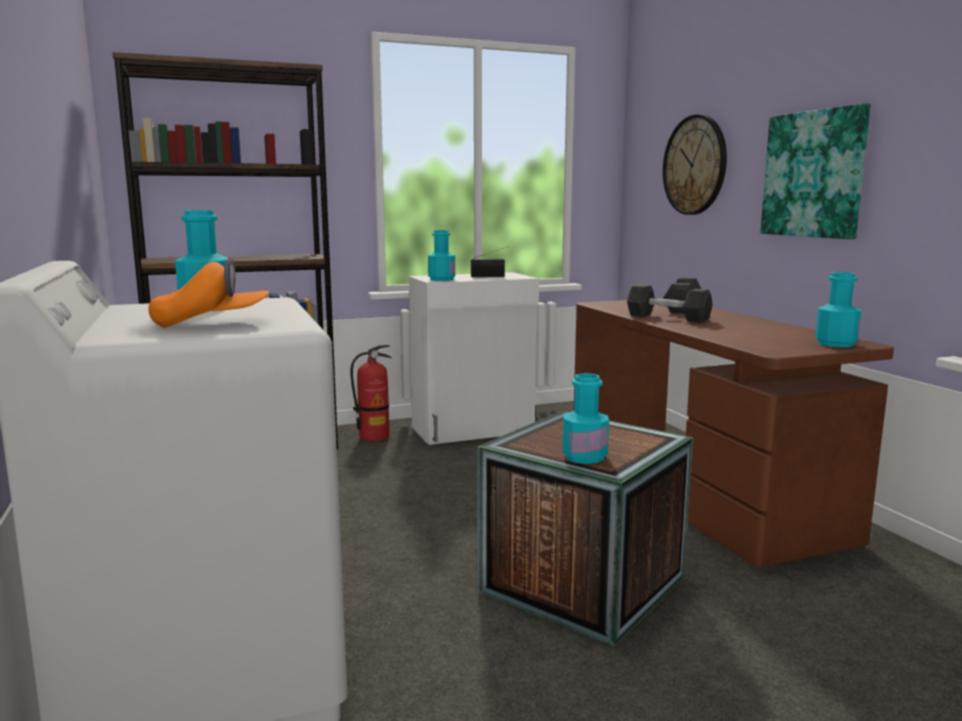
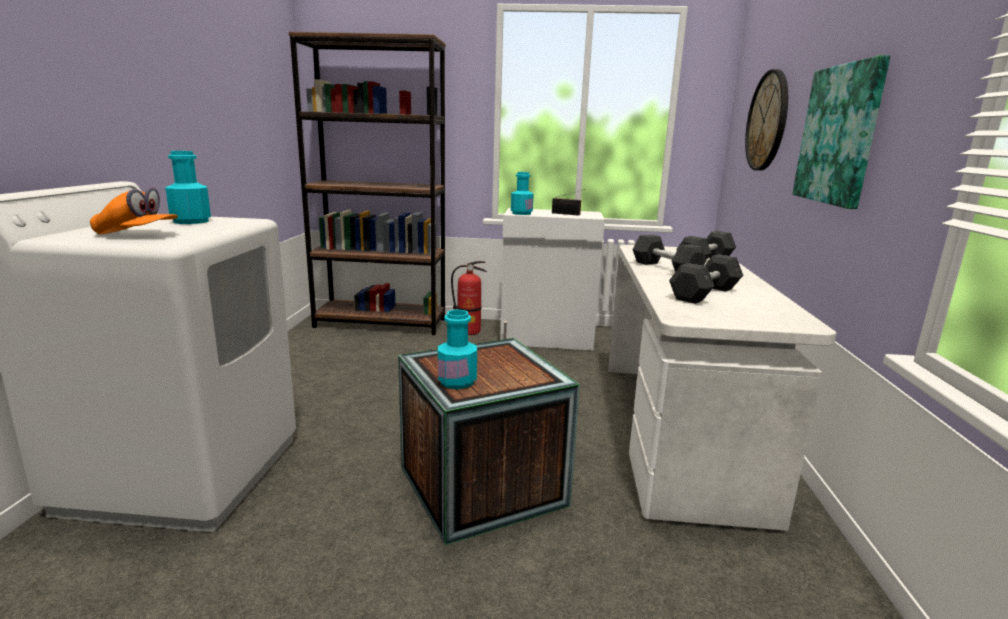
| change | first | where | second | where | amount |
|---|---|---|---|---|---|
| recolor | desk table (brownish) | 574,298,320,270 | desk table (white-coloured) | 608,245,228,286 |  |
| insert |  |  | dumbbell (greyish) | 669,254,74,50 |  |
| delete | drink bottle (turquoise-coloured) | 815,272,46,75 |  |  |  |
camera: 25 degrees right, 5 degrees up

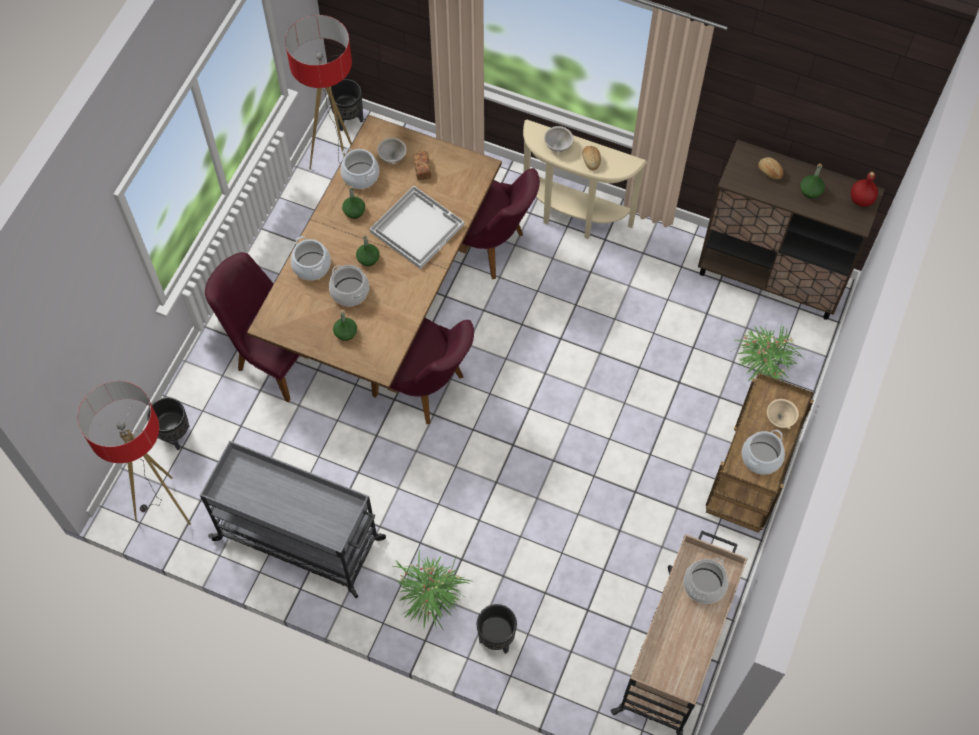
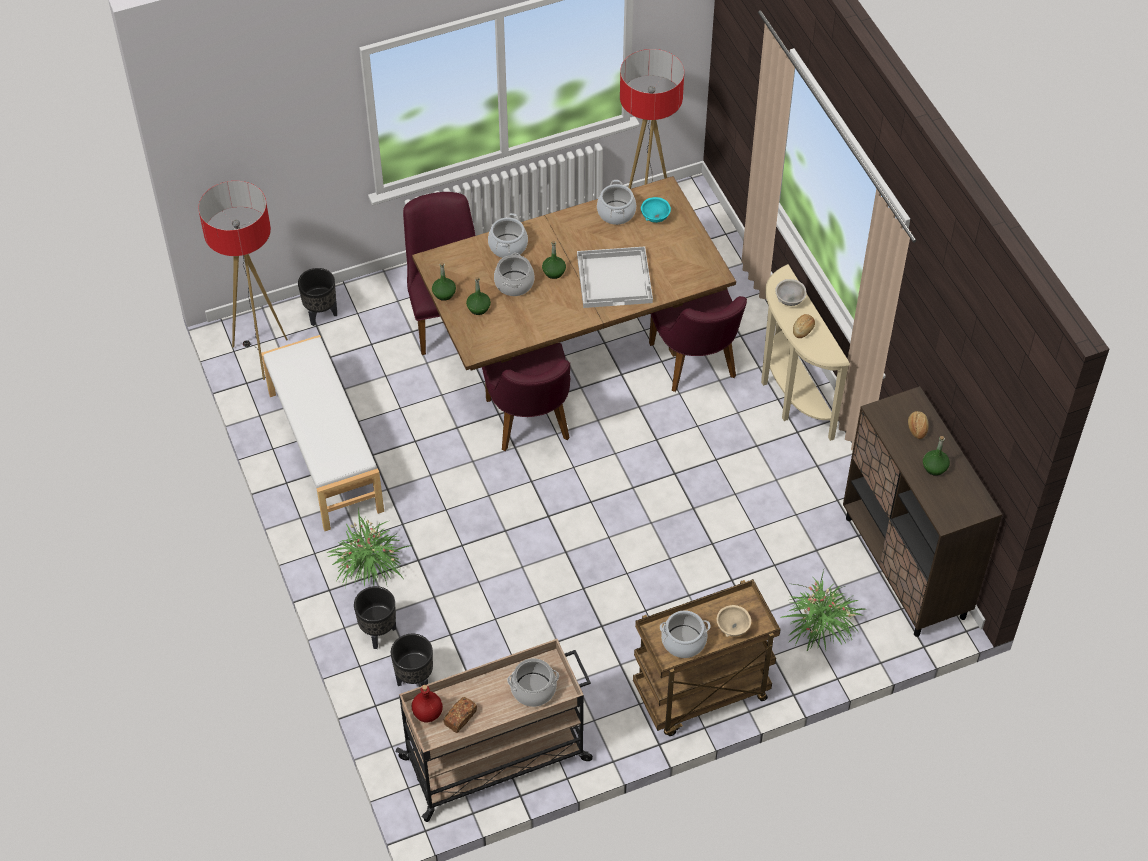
| change | first | where | second | where | amount |
|---|---|---|---|---|---|
| replace | trolley (greyish) | 200,441,186,157 | bench (white-coloured) | 261,335,123,196 |  |
| move | flower pot (black-coloured) | 329,79,34,52 |  | 391,634,42,52 |  |
| move | drink bottle (red-coloured) | 851,172,27,35 |  | 412,685,31,38 |  |
| move | drink bottle (greenish) | 342,186,23,33 |  | 432,262,24,39 |  |
| move | bakery bread | 413,151,18,29 |  | 443,697,34,36 |  |
| recolor | deep dish (greyish) | 377,138,30,26 | deep dish (turquoise-coloured) | 641,197,30,26 |  |
camera: 45 degrees right, 10 degrees down

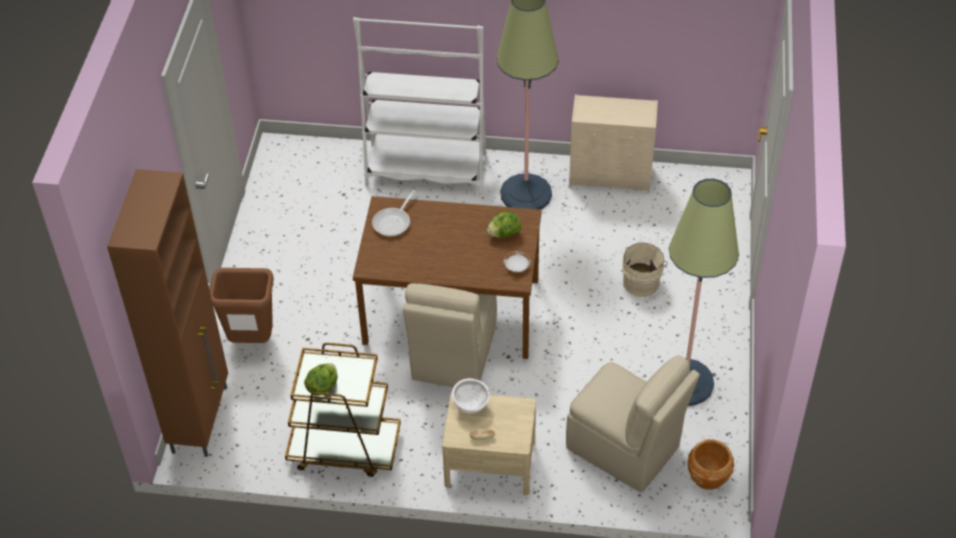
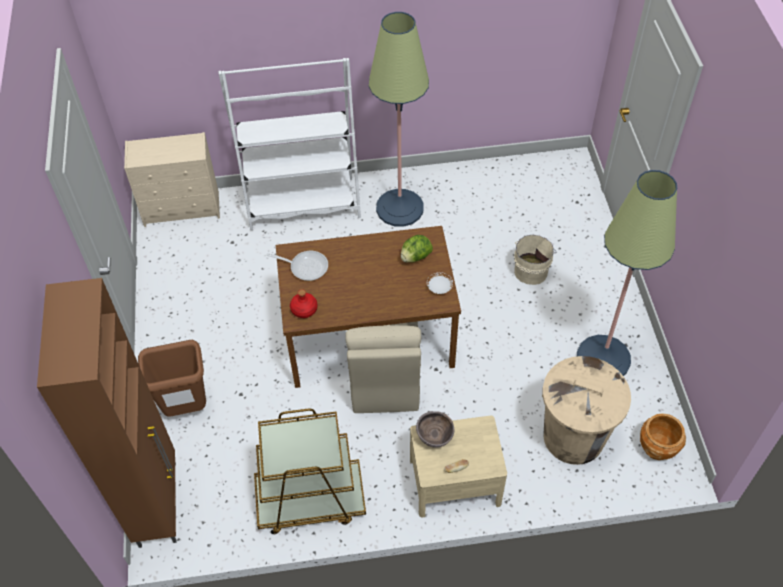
| change | first | where | second | where | amount |
|---|---|---|---|---|---|
| move | chest of drawers (beige-coloured) | 569,94,89,100 |  | 124,132,96,95 |  |
| rotate | frying pan | 372,190,44,47 |  | 266,251,62,30 | 90 degrees counterclockwise |
| insert |  |  | drink bottle (red-coloured) | 290,289,27,29 |  |
| recolor | deep dish (white-coloured) | 452,378,38,35 | deep dish (brownish) | 416,411,39,37 |  |
| replace | upright chair (beige-coloured) | 566,355,134,138 | trash can (beige-coloured) | 542,356,89,109 |  |
| delete | lettuce head | 304,363,34,33 |  |  |  |
camera: 15 degrees left, 5 degrees up

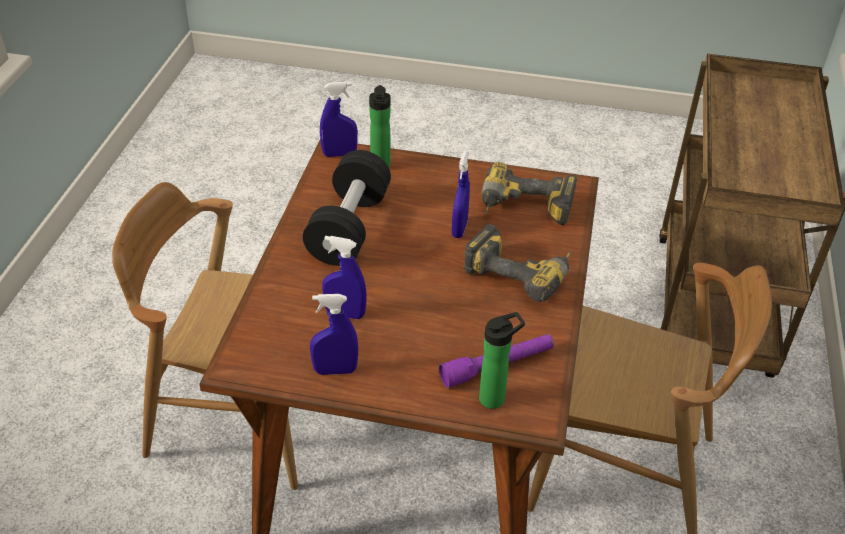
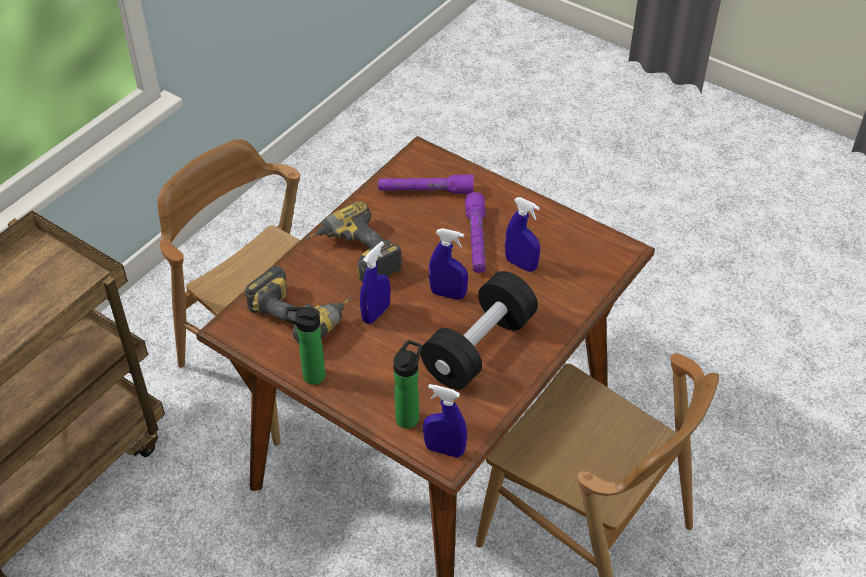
| change | first | where | second | where | amount |
|---|---|---|---|---|---|
| move | drink bottle | 479,312,46,97 |  | 285,307,41,78 |  |
| move | spray bottle (bluish) | 310,294,48,81 |  | 429,228,39,72 |  |
| insert |  |  | flashlight (purple-coloured) | 465,192,21,81 |  |
camera: 155 degrees left, 5 degrees up

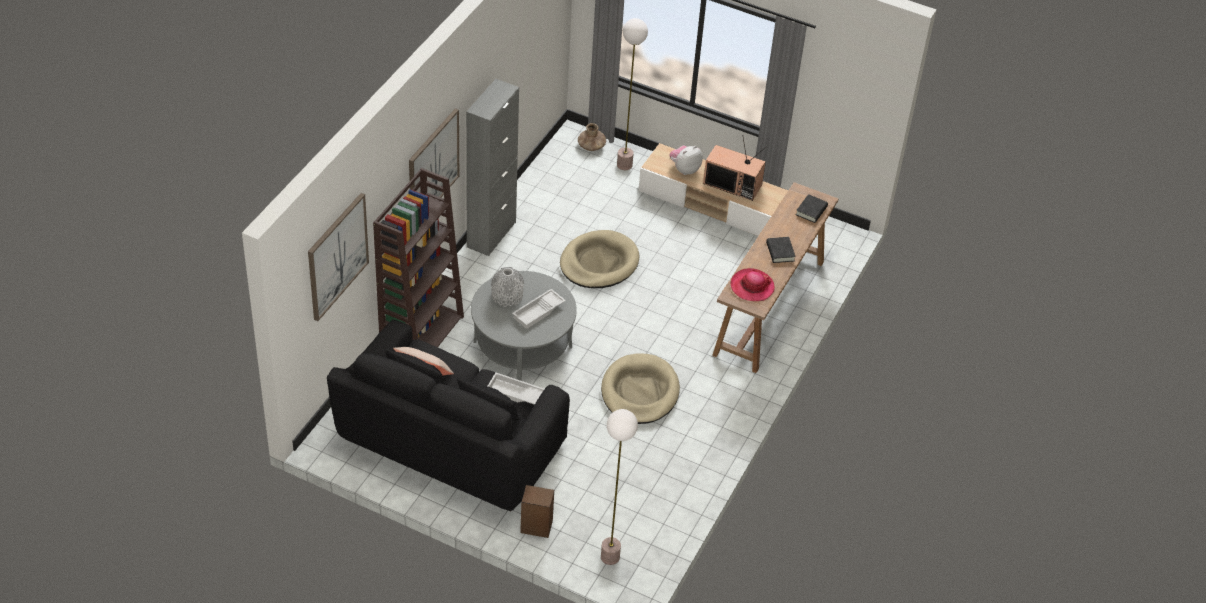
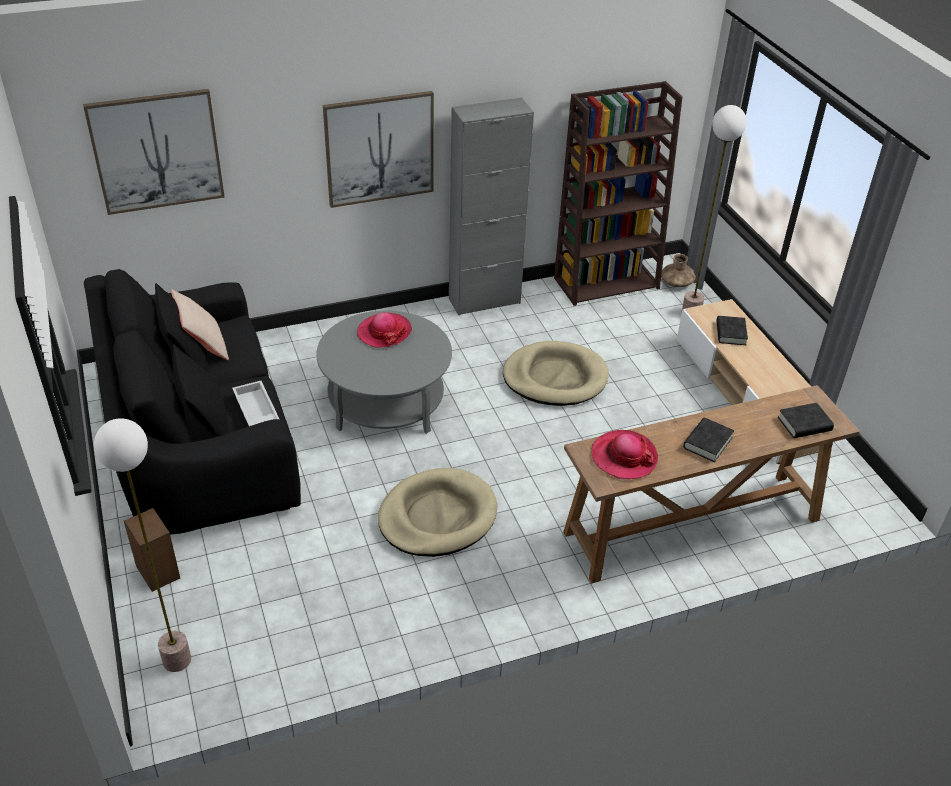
| change | first | where | second | where | amount |
|---|---|---|---|---|---|
| replace | decorative vase (greyish) | 491,267,33,40 | hat | 357,312,55,36 |  |
| move | shelving unit (brownish) | 373,168,91,179 |  | 554,81,129,225 |  |
| replace | plush toy | 669,145,34,30 | bound book (black-coloured) | 716,316,32,29 |  |
| delete | carrying tray (white-coloured) | 512,289,54,40 |  |  |  |
| delete | TV set | 703,135,64,66 |  |  |  |
camera: 45 degrees right, 5 degrees down

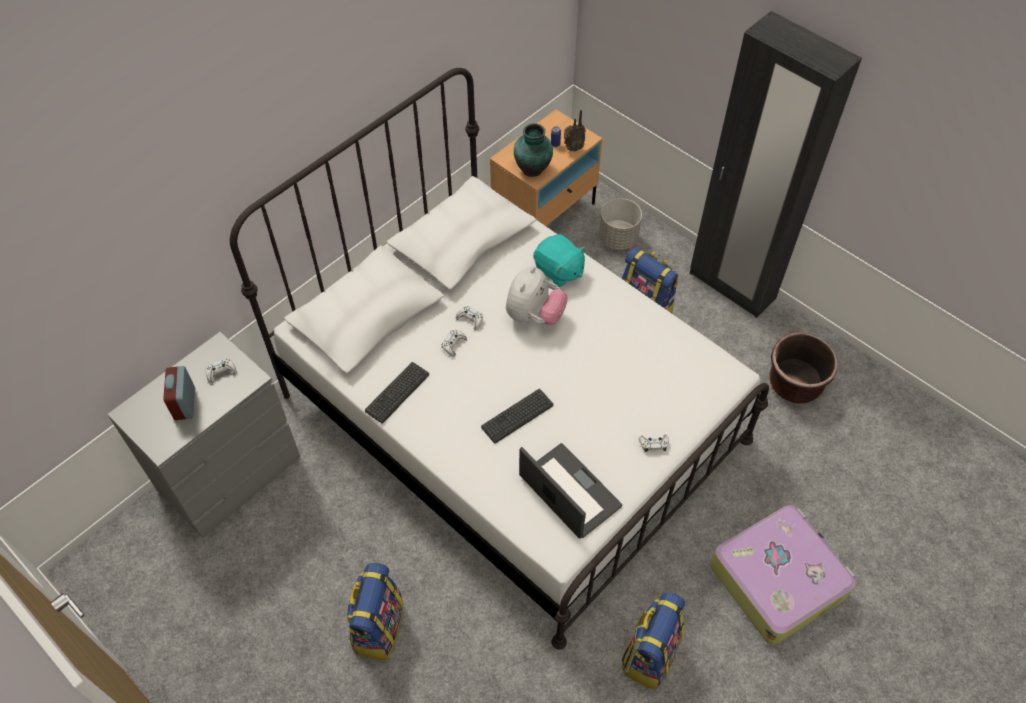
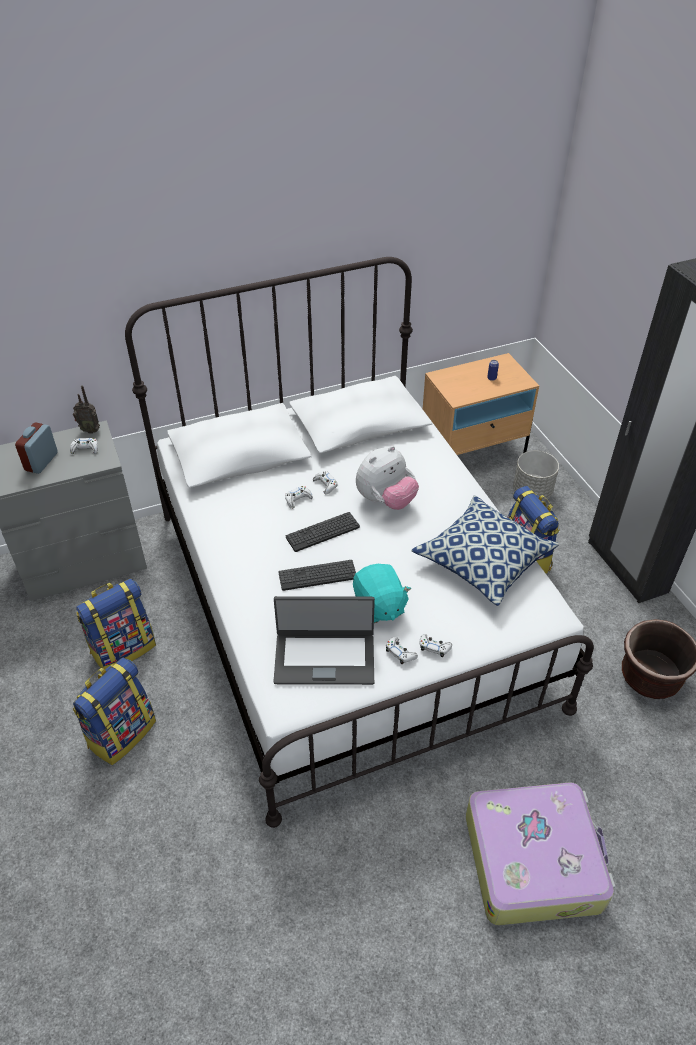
| change | first | where | second | where | amount |
|---|---|---|---|---|---|
| move | radio set | 564,110,22,42 |  | 73,385,27,49 |  |
| move | backpack | 622,592,63,98 |  | 76,578,80,91 |  |
| rotate | portable computer | 519,443,103,96 |  | 273,596,102,89 | 105 degrees clockwise |
| move | PC keyboard | 365,362,64,61 |  | 286,512,74,40 |  |
| move | plush toy (turquoise-coloured) | 533,234,53,53 |  | 353,564,58,59 |  |
| insert |  |  | game controller (white-coloured) | 386,637,32,27 |  |
| insert |  |  | throw pillow | 411,495,148,111 |  |
| delete | decorative vase | 514,123,39,54 |  |  |  |
camera: 25 degrees right, 10 degrees down

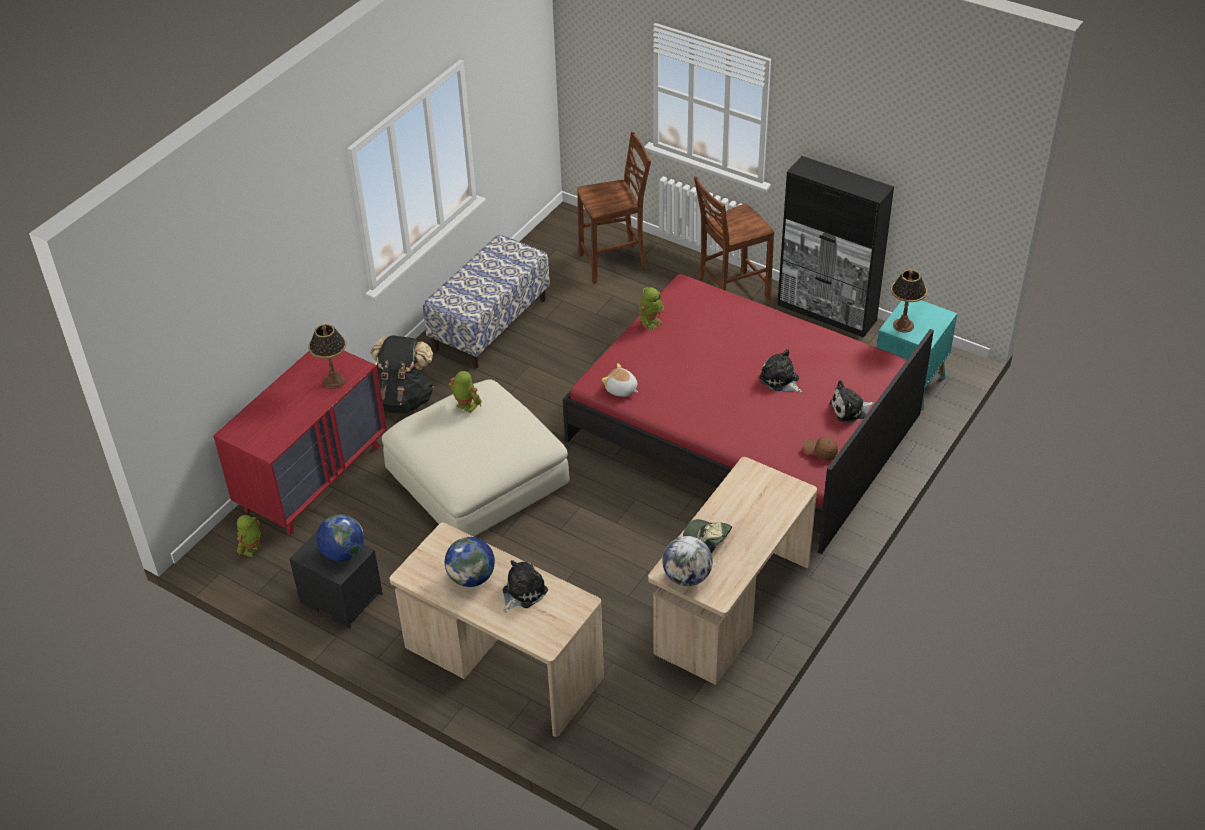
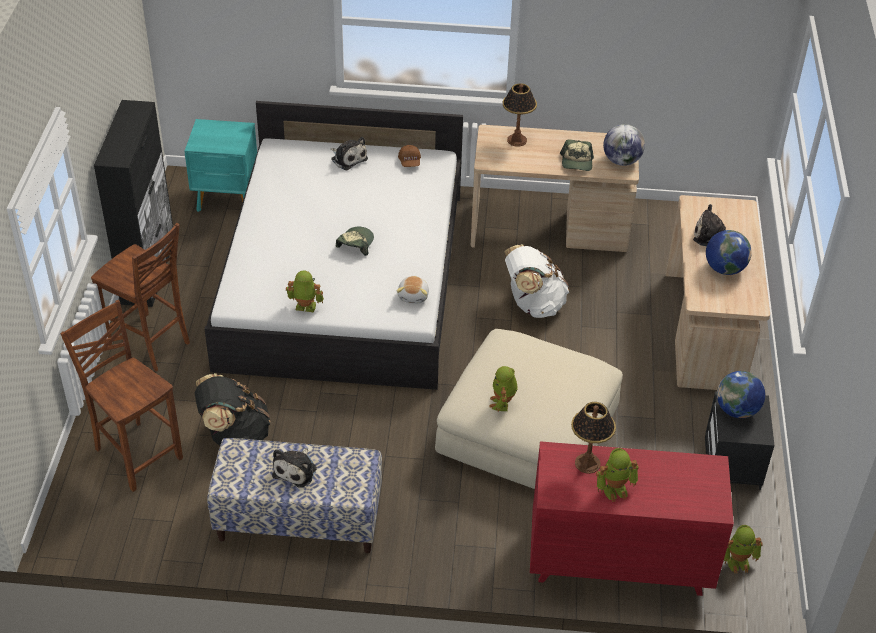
| change | first | where | second | where | amount |
|---|---|---|---|---|---|
| move | backpack (black-coloured) | 370,335,64,79 |  | 195,373,76,73 |  |
| recolor | bed (red-coloured) | 563,274,371,280 | bed (white-coloured) | 205,101,258,289 |  |
| move | plush toy | 759,349,43,44 |  | 272,448,45,40 |  |
| insert |  |  | baseball cap | 336,226,38,30 |  |
| move | table lamp | 891,270,36,62 |  | 503,83,34,64 |  |
| insert |  |  | backpack (white-coloured) | 504,244,65,74 |  |
| insert |  |  | robot figure | 596,448,43,54 |  |
camera: 120 degrees left, 0 degrees up

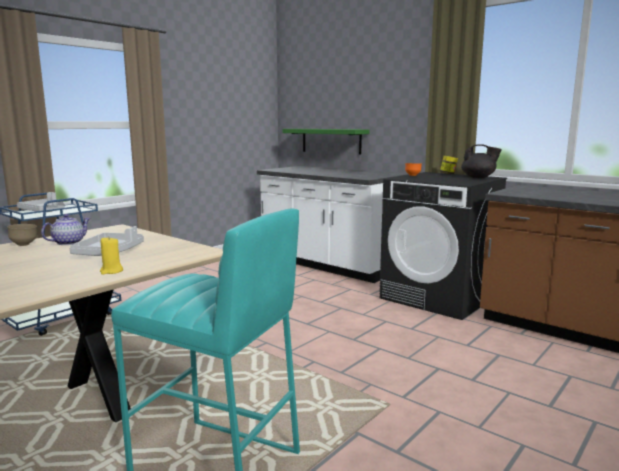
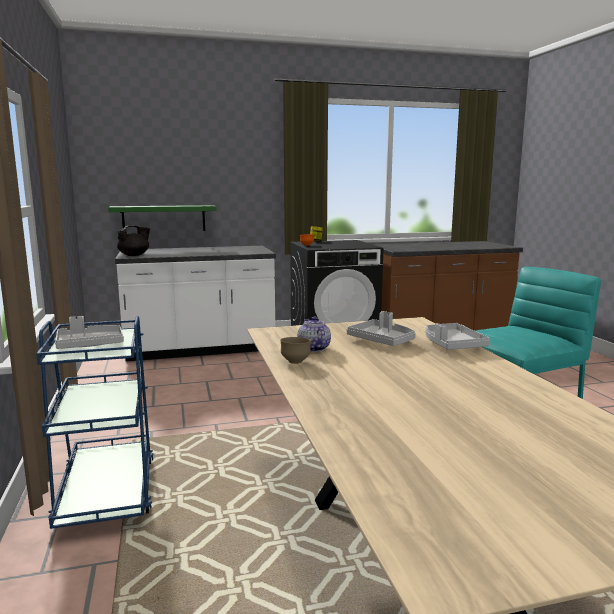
| change | first | where | second | where | amount |
|---|---|---|---|---|---|
| move | teapot (black-coloured) | 461,144,41,34 |  | 117,225,33,31 |  |
| replace | wax candle (yellow) | 100,236,23,39 | carrying tray (greyish) | 426,323,64,27 |  |
camera: 55 degrees left, 0 degrees up

